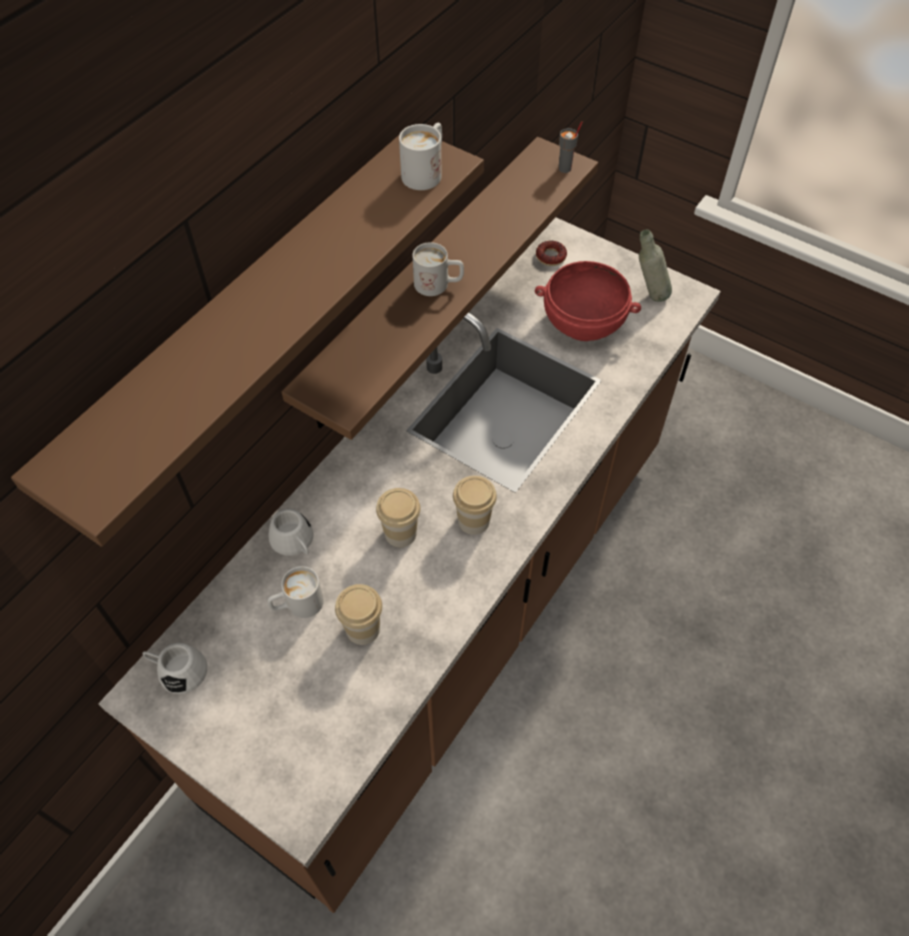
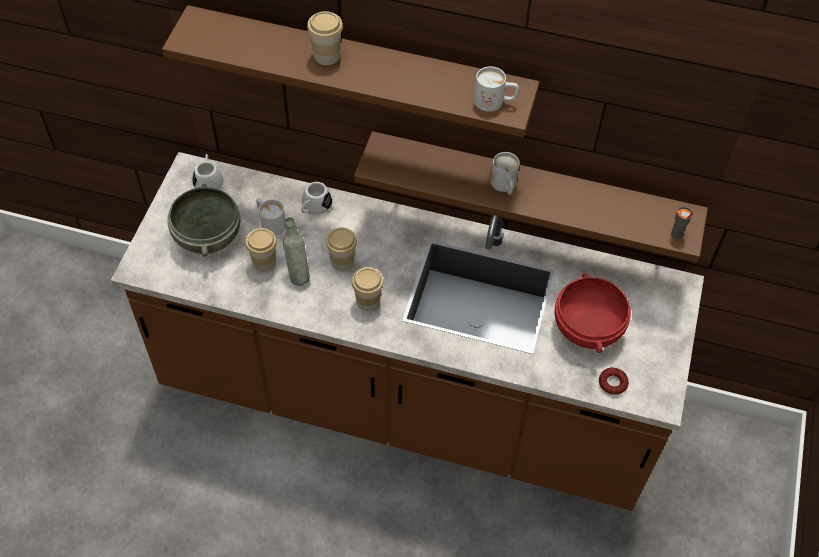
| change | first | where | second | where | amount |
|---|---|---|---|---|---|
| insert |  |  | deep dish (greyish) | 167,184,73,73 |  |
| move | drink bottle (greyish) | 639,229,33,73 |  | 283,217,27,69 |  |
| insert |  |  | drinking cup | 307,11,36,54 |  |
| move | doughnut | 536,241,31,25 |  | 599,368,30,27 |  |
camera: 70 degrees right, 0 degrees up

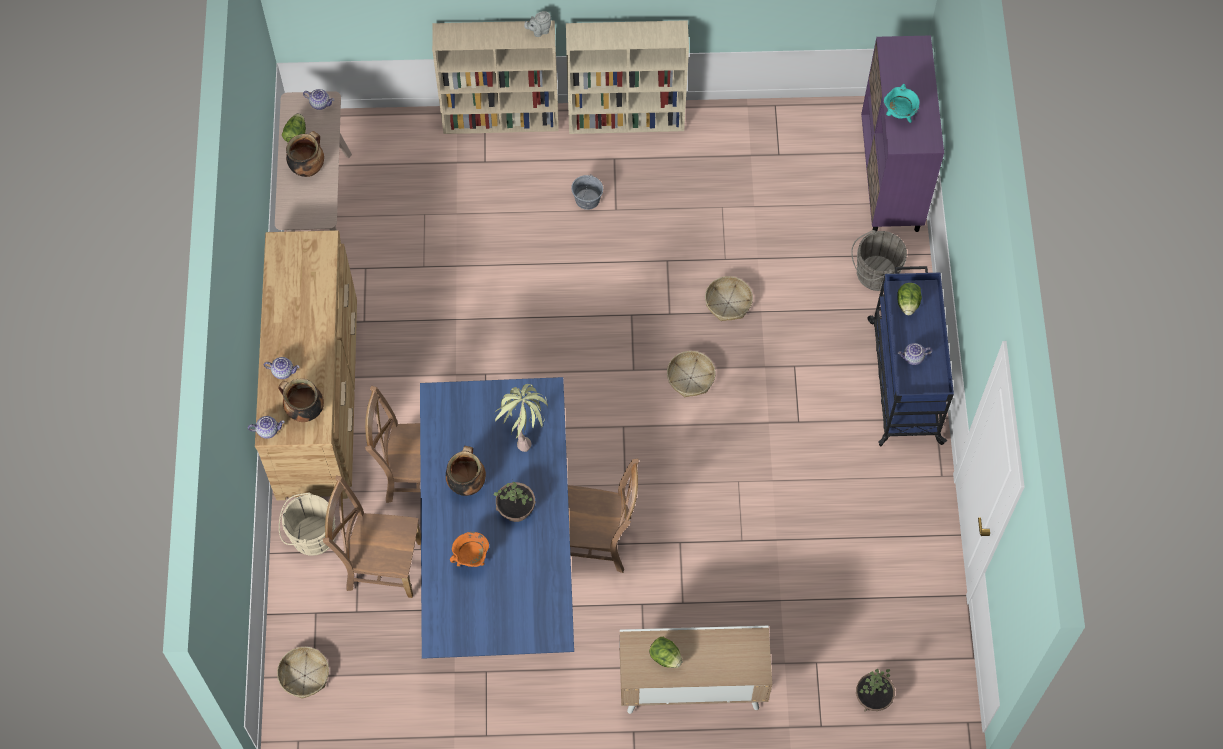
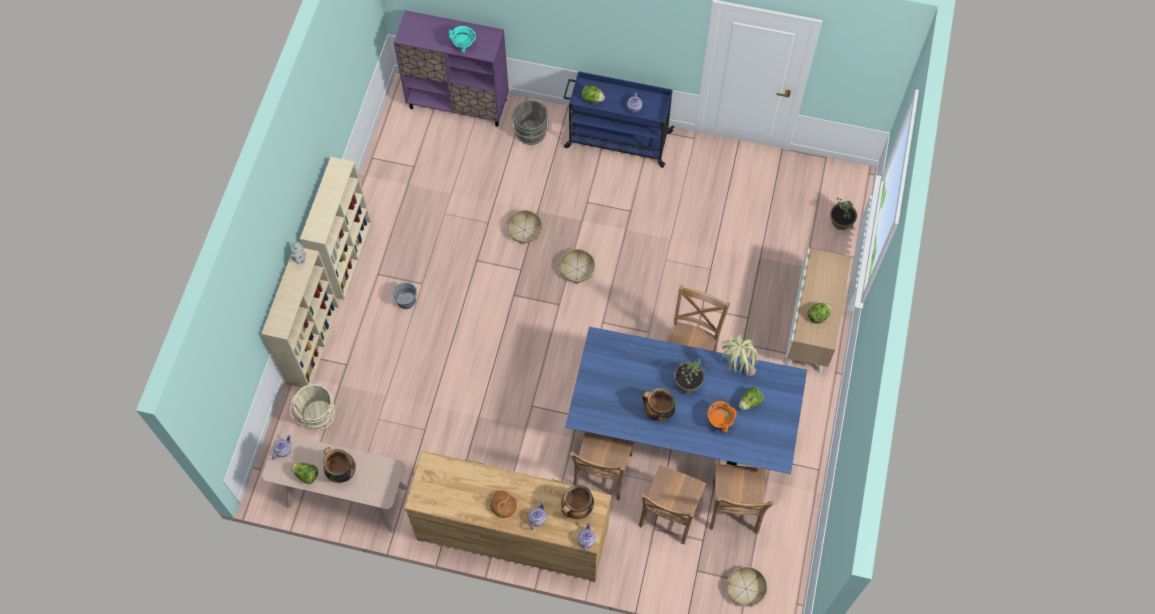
| change | first | where | second | where | amount |
|---|---|---|---|---|---|
| move | pail (beige-coloured) | 279,492,57,64 |  | 290,384,46,46 |  |
| insert |  |  | bakery bread | 490,491,27,27 |  |
| insert |  |  | upright chair (brownish) | 710,465,65,69 |  |
| move | plant in a pot | 494,384,54,68 |  | 722,335,36,41 |  |
| insert |  |  | lettuce head | 739,387,25,23 |  |
camera: 75 degrees left, 0 degrees up

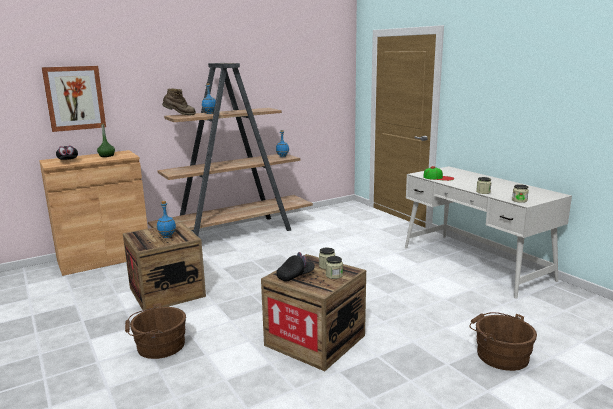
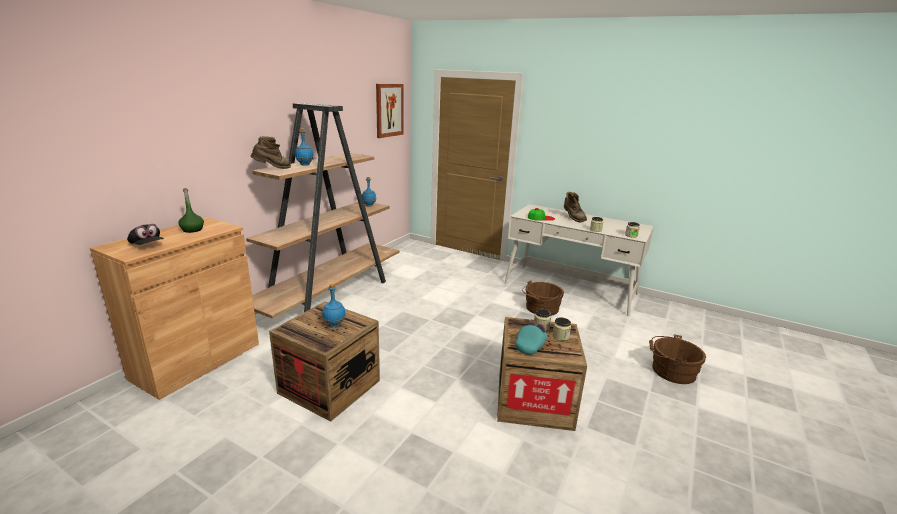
| change | first | where | second | where | amount |
|---|---|---|---|---|---|
| move | picture | 41,66,65,66 |  | 376,84,28,54 |  |
| recolor | baseball cap (black-coloured) | 276,252,39,30 | baseball cap (turquoise-coloured) | 515,321,32,34 |  |
| move | pail (brownish) | 125,303,61,56 |  | 522,281,42,35 |  |
| insert |  |  | boot (brownish) | 564,192,23,31 |  |
camera: 30 degrees left, 5 degrees up

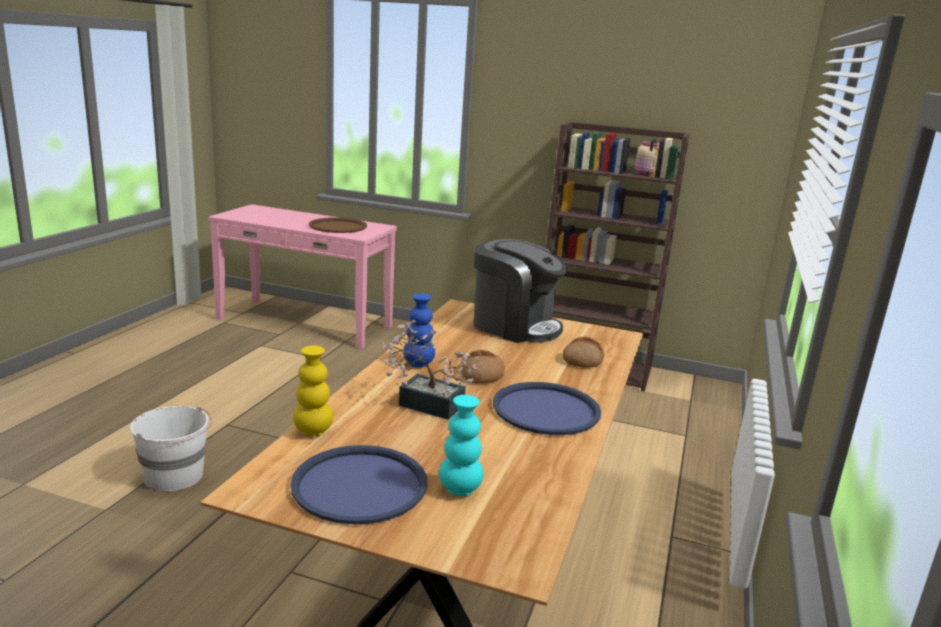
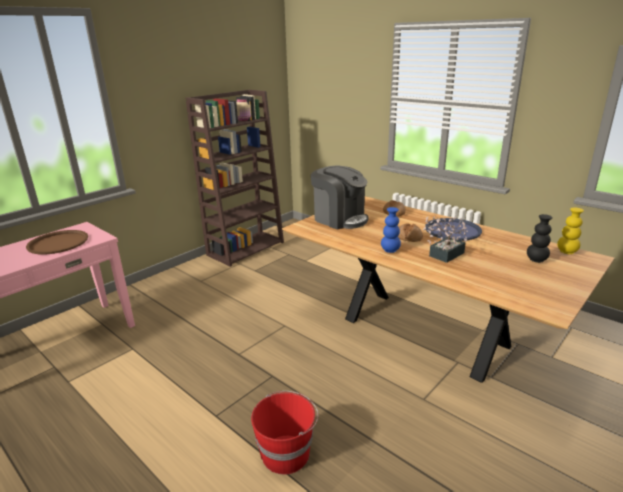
| change | first | where | second | where | amount |
|---|---|---|---|---|---|
| recolor | pail (white-coloured) | 130,406,82,85 | pail (red-coloured) | 251,391,67,83 |  |
| rotate | coffee machine | 473,239,94,104 |  | 311,166,57,63 | 75 degrees clockwise |
| recolor | decorative vase (turquoise-coloured) | 439,395,44,101 | decorative vase (black-coloured) | 527,214,26,49 |  |
| move | decorative vase (yellow) | 293,346,40,91 |  | 557,207,27,47 |  |
| delete | carrying tray (bluish) | 290,445,137,80 |  |  |  |
camera: 65 degrees left, 5 degrees up

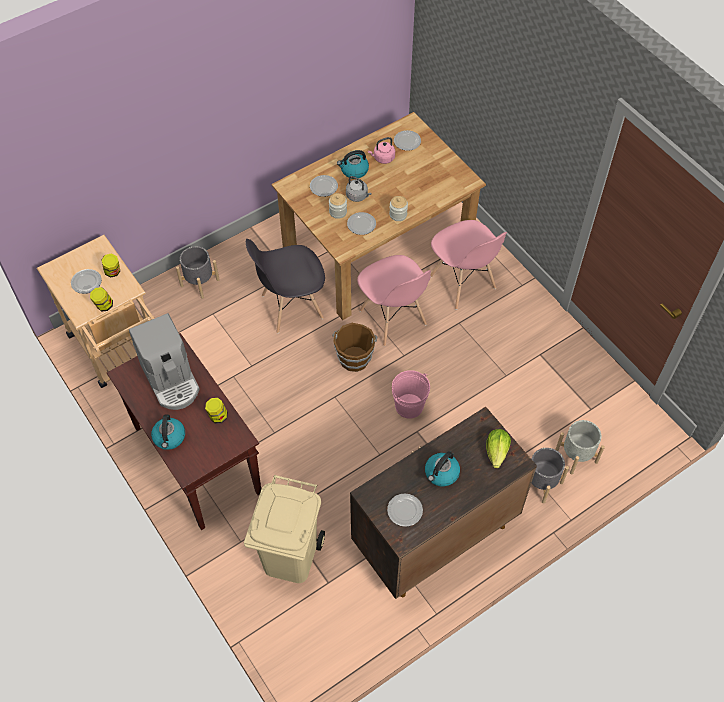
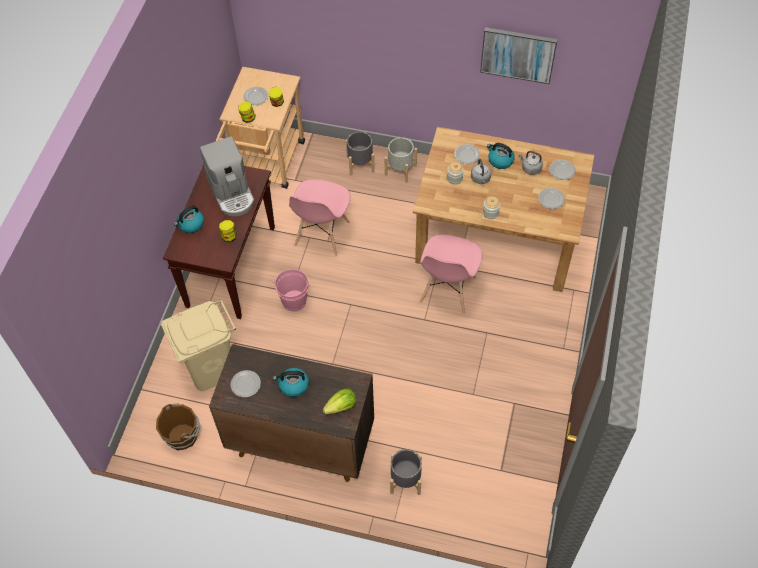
| change | first | where | second | where | amount |
|---|---|---|---|---|---|
| move | pail (brownish) | 332,323,45,49 |  | 156,404,44,46 |  |
| rotate | coffee machine | 129,313,71,97 |  | 200,136,54,80 | 45 degrees counterclockwise |
| move | pail (pinkish) | 392,370,38,49 |  | 272,269,38,42 |  |
| move | upright chair (pinkish) | 430,220,77,90 |  | 289,179,62,78 |  |
| move | flower pot (greyish) | 555,420,50,54 |  | 385,137,32,46 |  |
| insert |  |  | picture | 480,27,78,57 |  |
| recolor | tea kettle (pinkish) | 368,137,27,27 | tea kettle (greyish) | 519,151,24,24 |  |
| move | plate | 347,212,29,23 |  | 538,188,27,21 |  |
| delete | upright chair (greyish) | 246,239,79,94 |  |  |  |
camera: 50 degrees right, 0 degrees up

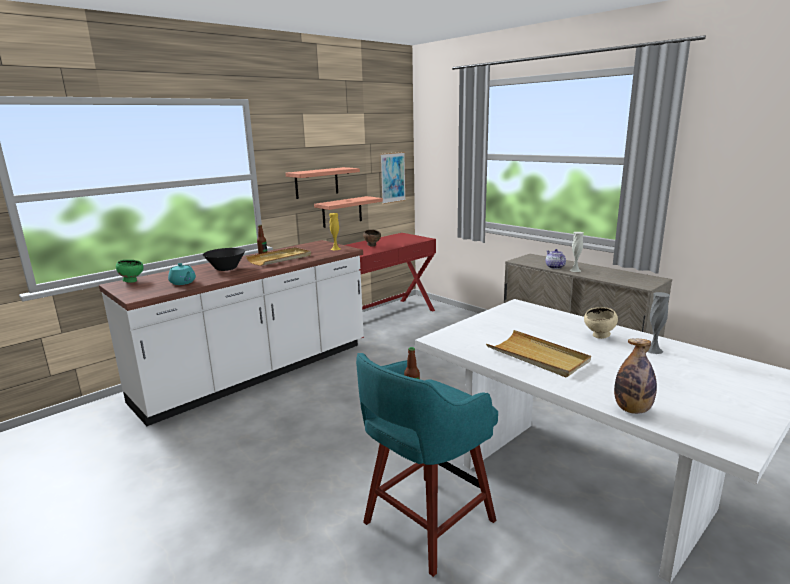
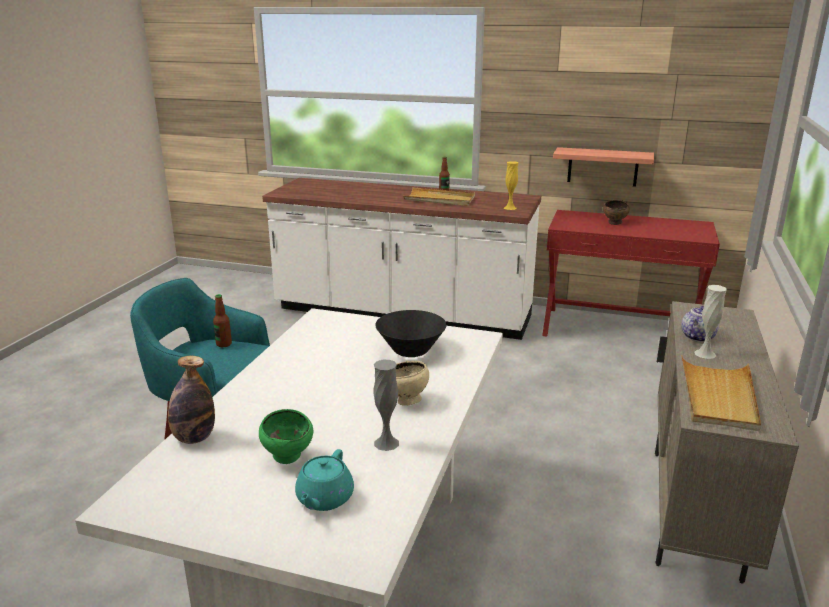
| change | first | where | second | where | amount |
|---|---|---|---|---|---|
| move | deep dish (greenish) | 116,260,28,23 |  | 259,409,54,55 |  |
| move | teapot (turquoise-coloured) | 168,263,28,22 |  | 295,449,59,62 |  |
| move | deep dish (black-coloured) | 203,248,42,23 |  | 375,310,72,47 |  |
| move | carrying tray (beige-coloured) | 486,330,105,47 |  | 681,355,80,76 |  |
| delete | shelf | 286,167,74,32 |  |  |  |
| delete | picture | 380,152,26,52 |  |  |  |
camera: 60 degrees right, 5 degrees up

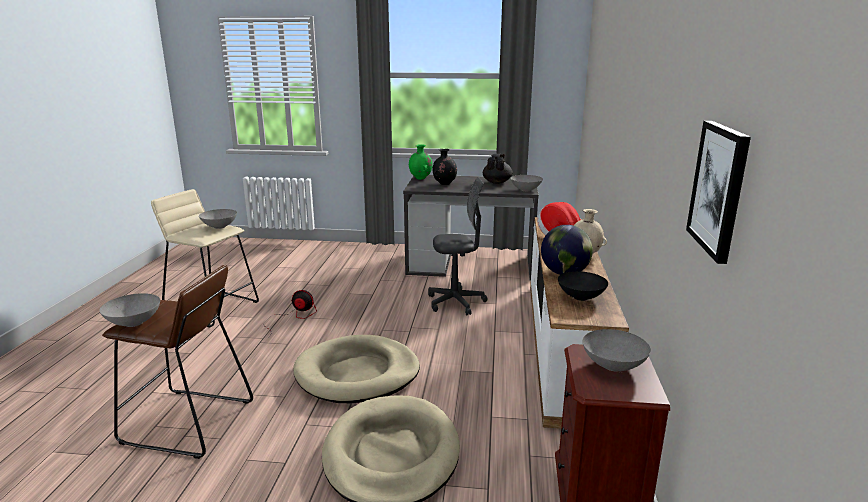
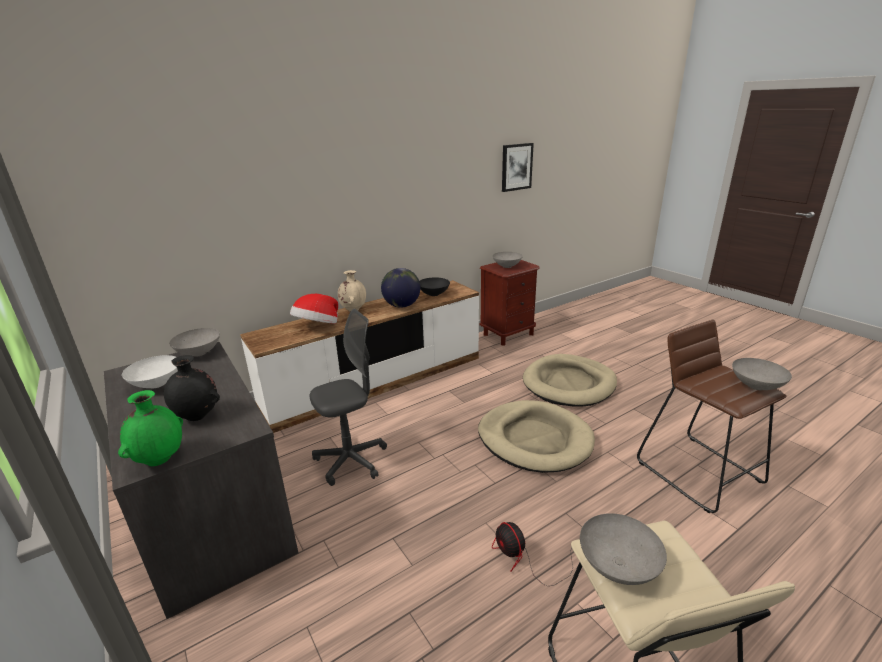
| change | first | where | second | where | amount |
|---|---|---|---|---|---|
| replace | teapot (black-coloured) | 483,154,30,30 | deep dish (white-coloured) | 122,355,56,33 |  |
| rotate | computer chair (greyish) | 428,177,59,138 |  | 310,309,77,177 | 105 degrees clockwise |
camera: 130 degrees left, 5 degrees up

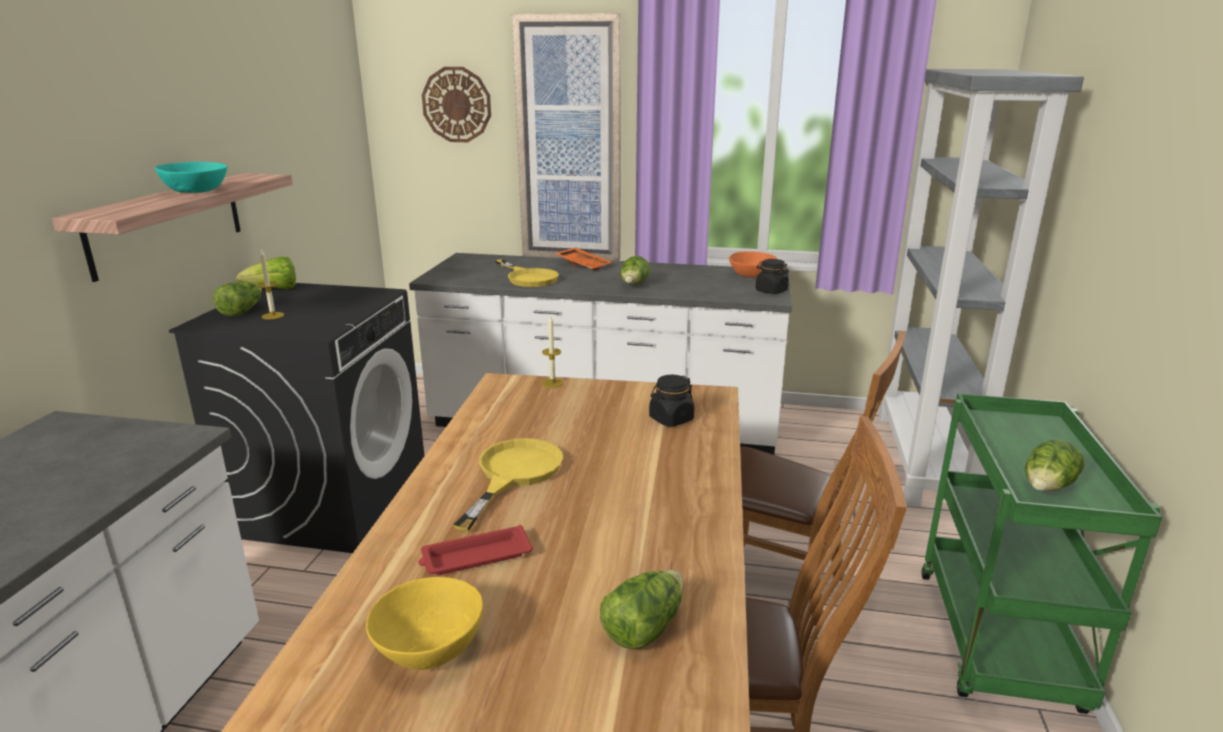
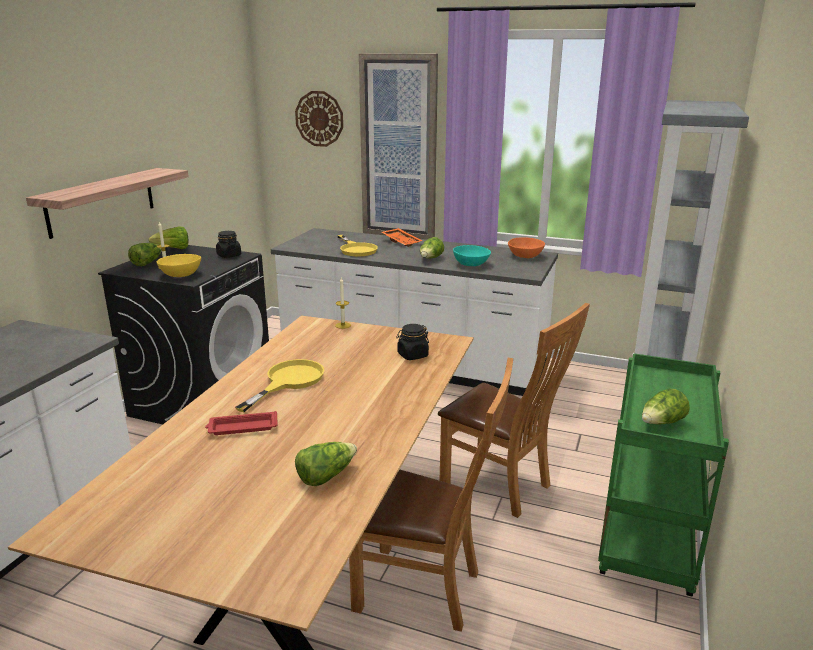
| change | first | where | second | where | amount |
|---|---|---|---|---|---|
| move | deep dish (yellow) | 366,577,117,93 |  | 157,254,44,23 |  |
| move | preserve jar (black-coloured) | 756,259,33,35 |  | 216,231,25,27 |  |
| move | deep dish (turquoise-coloured) | 155,162,72,31 |  | 453,245,38,21 |  |
camera: 10 degrees right, 0 degrees up

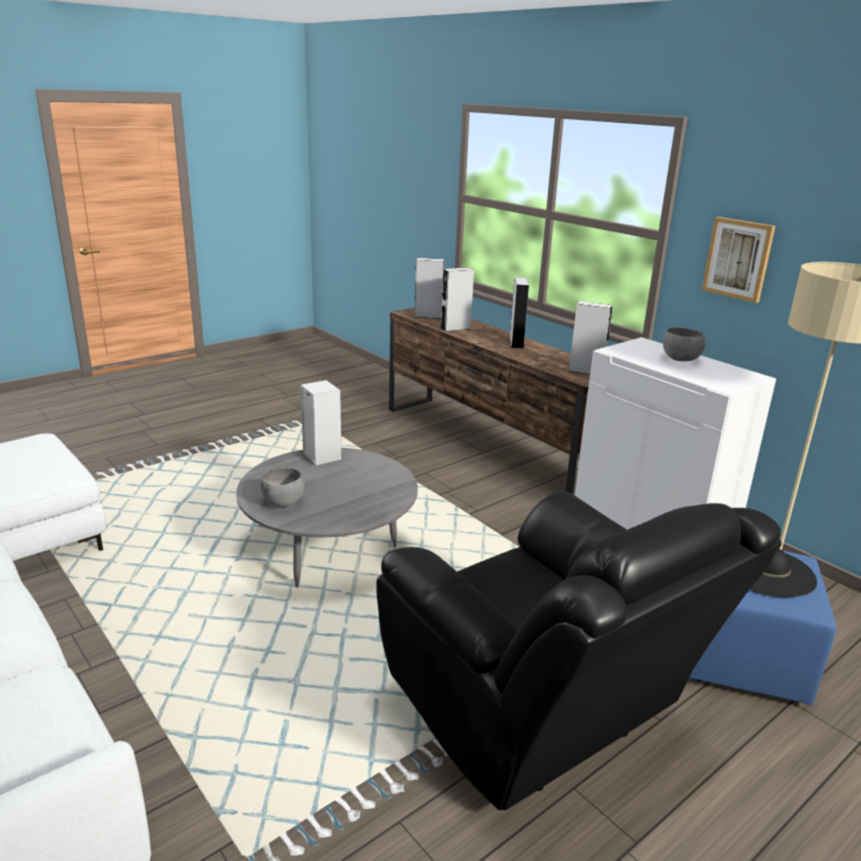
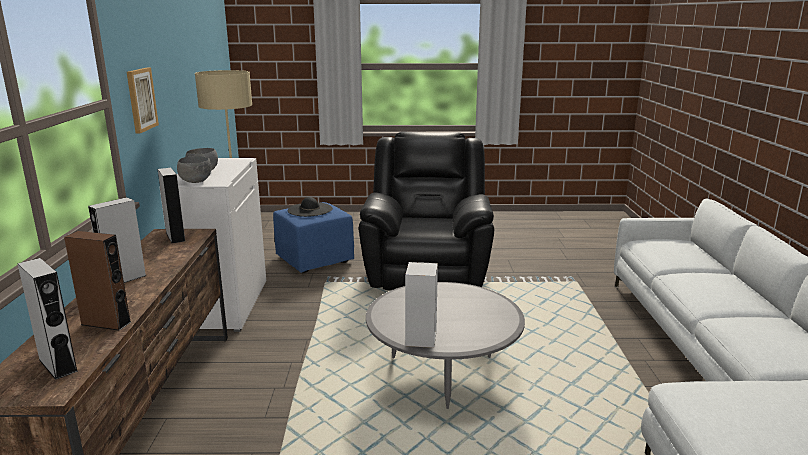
| change | first | where | second | where | amount |
|---|---|---|---|---|---|
| recolor | audio speaker (greyish) | 440,267,34,65 | audio speaker (brownish) | 64,231,67,100 |  |
| move | deep dish (greyish) | 260,467,45,40 |  | 177,156,34,27 |  |
camera: 140 degrees left, 5 degrees down

